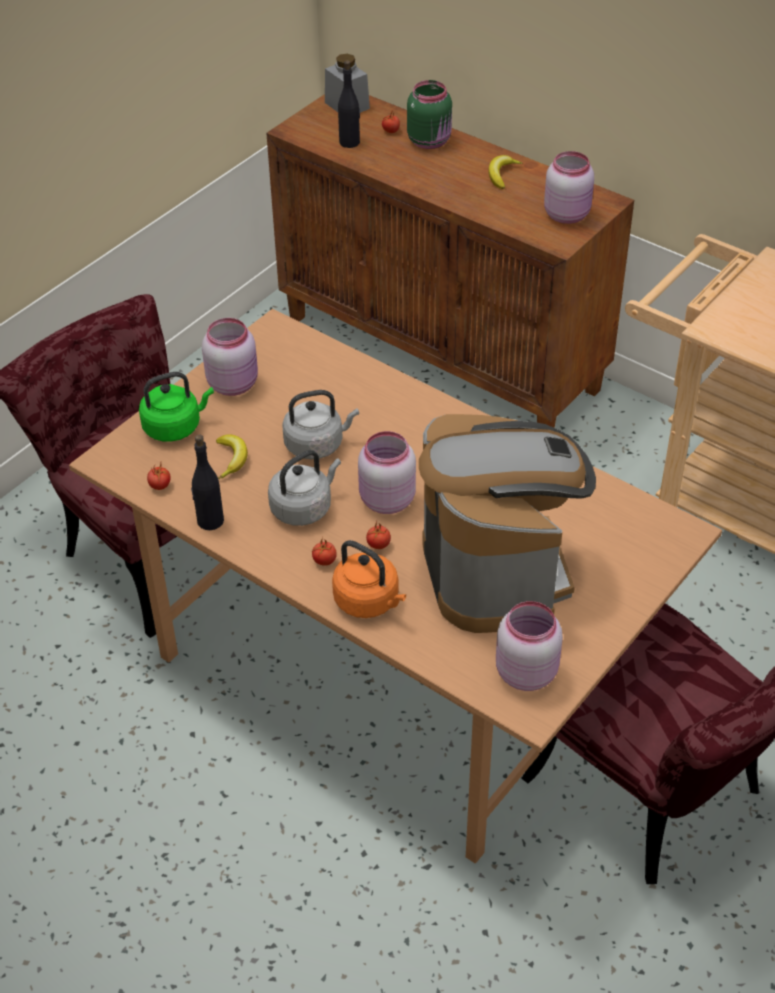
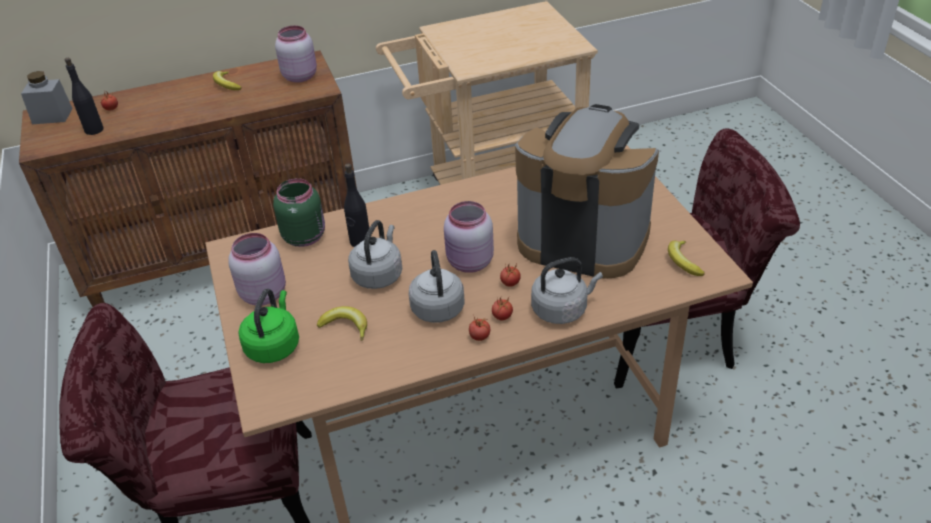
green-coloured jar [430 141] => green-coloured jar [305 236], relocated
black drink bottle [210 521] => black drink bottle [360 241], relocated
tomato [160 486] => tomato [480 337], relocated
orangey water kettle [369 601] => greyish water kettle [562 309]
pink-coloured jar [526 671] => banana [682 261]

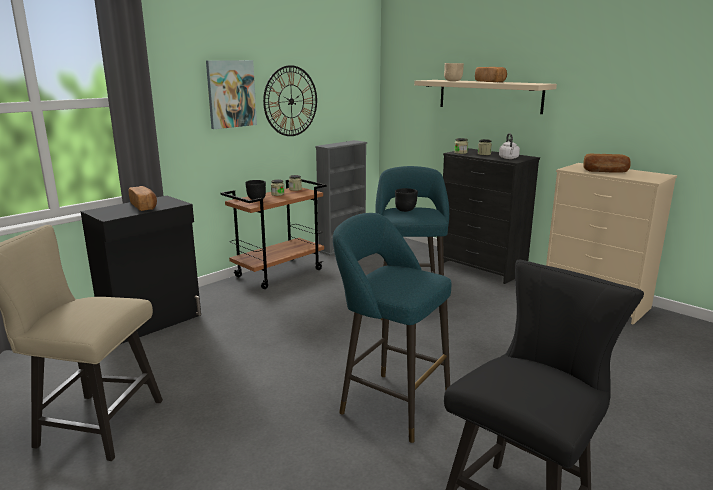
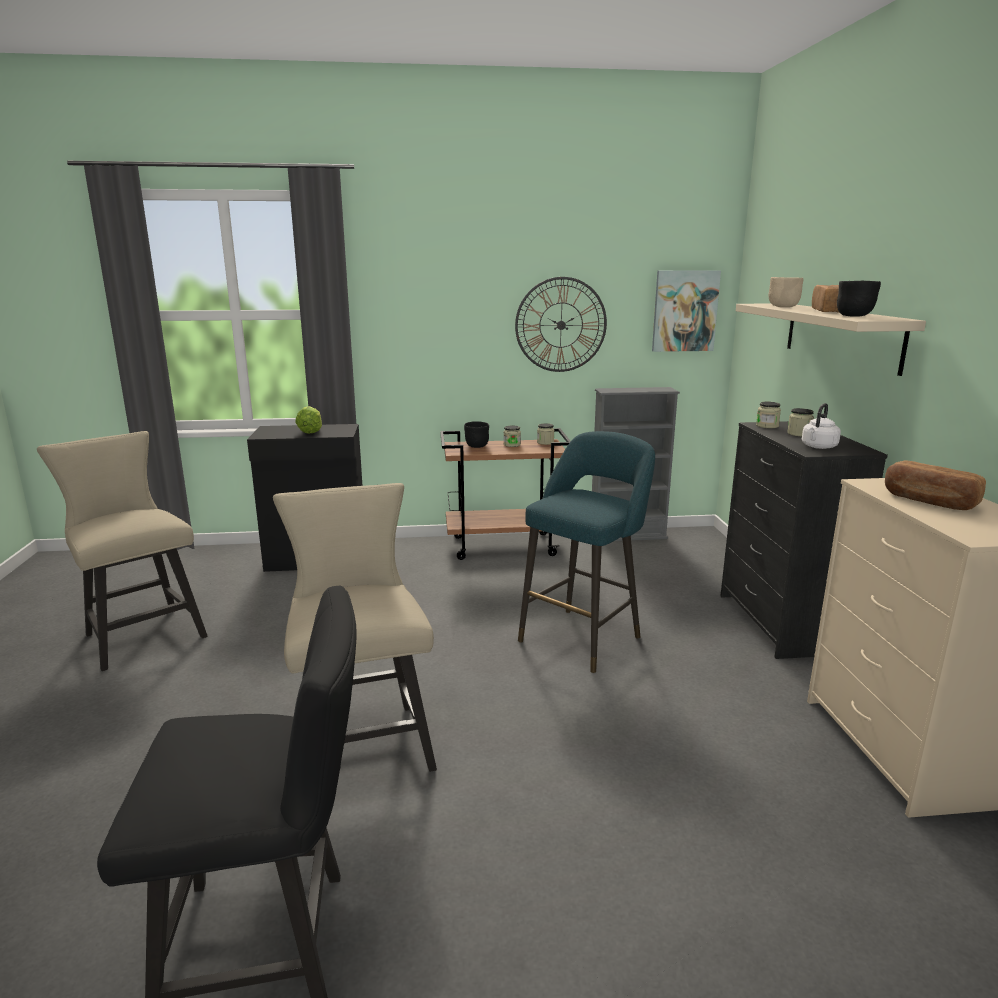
turquoise sitting stool [390 403] => sand-coloured upright chair [362 740]
bread [144 206] => lettuce [311 431]
wall art [231 94] => wall art [684 311], relocated
black deep dish [405 210] => black deep dish [855 316], relocated

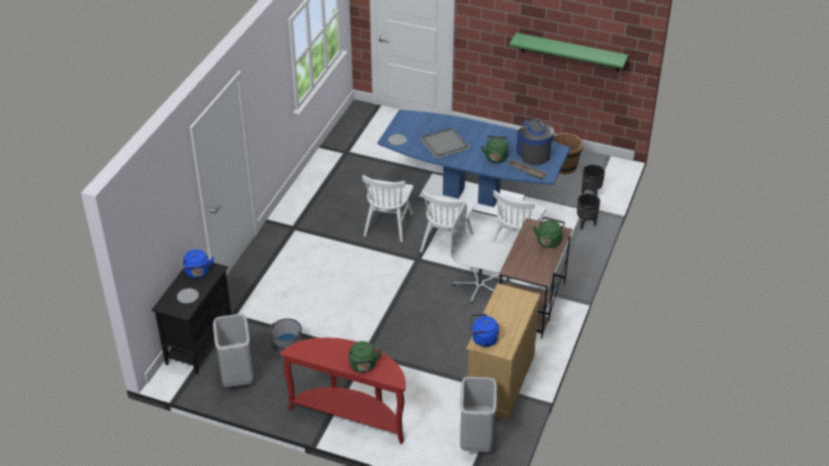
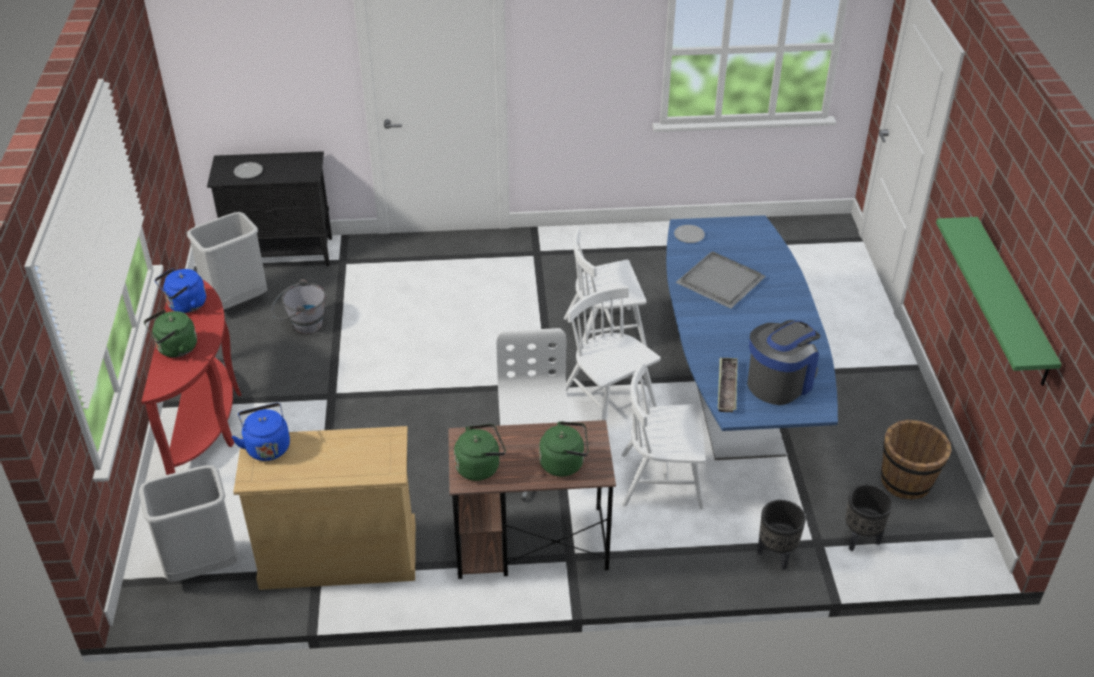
blue-coloured water kettle [198 273] => blue-coloured water kettle [185 305], relocated
green-coloured water kettle [496 157] => green-coloured water kettle [480 466], relocated
white-coloured upright chair [446 242] => white-coloured upright chair [609 402], 60 degrees clockwise

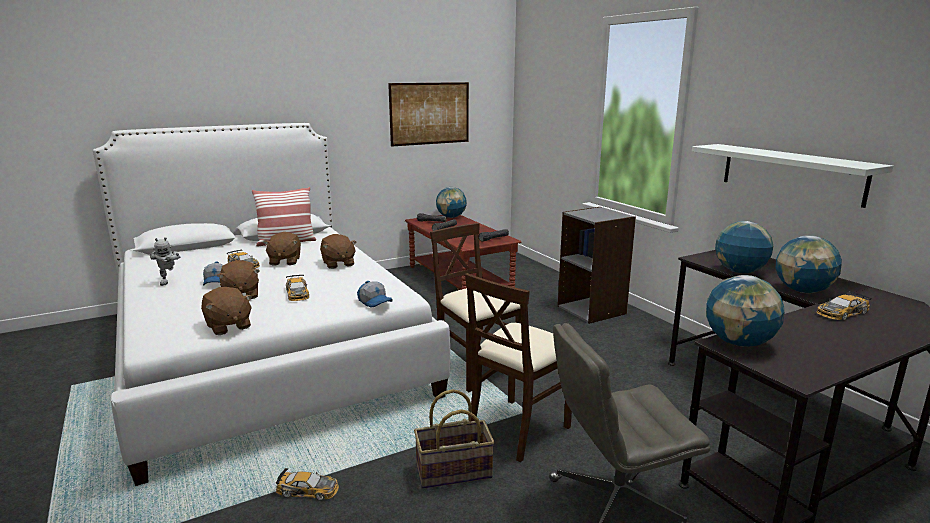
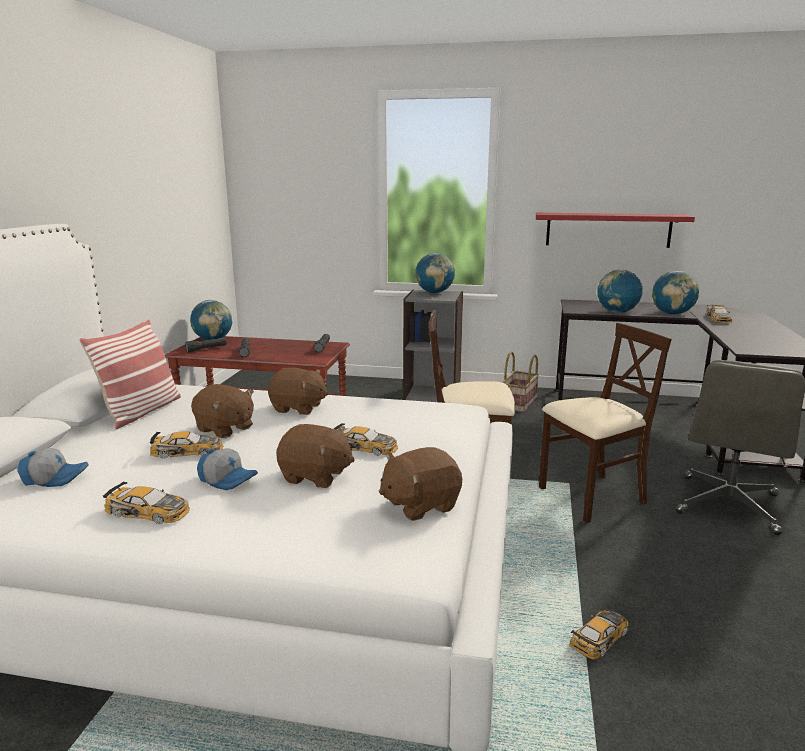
peaked cap [375 302] => peaked cap [55 478], relocated
model robot [168 281] => miniature car [148 512]
brownish plush toy [228 326] => brownish plush toy [420 505], 150 degrees clockwise
globe [739 343] => globe [434 292], relocated
household basket [453 472] => household basket [519 404], relocated
white-coloured wall shelf [791 173] => red wall shelf [608 230]
sand-coloured upright chair [518 429] => sand-coloured upright chair [591 497], 105 degrees counterclockwise
wall art [430 113] => nothing

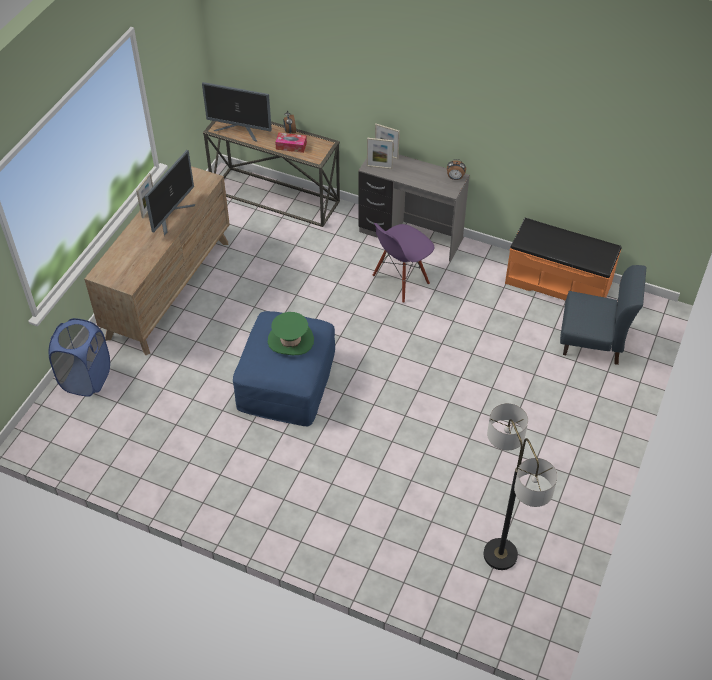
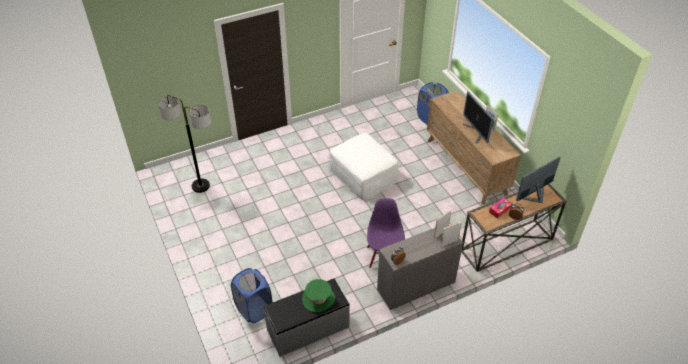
blue-coloured upright chair [592 341] => blue-coloured washing basket [254 309]
orangey indoor bench [558 283] => greyish indoor bench [308 329]
green-coloured clothing hat [290 340] => green-coloured clothing hat [318 299], relocated
blue-coloured pouffe [286 381] => white-coloured pouffe [363 175]

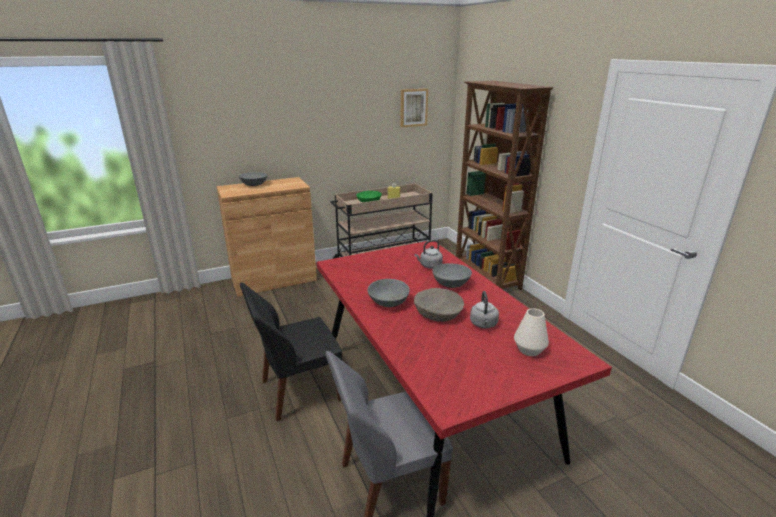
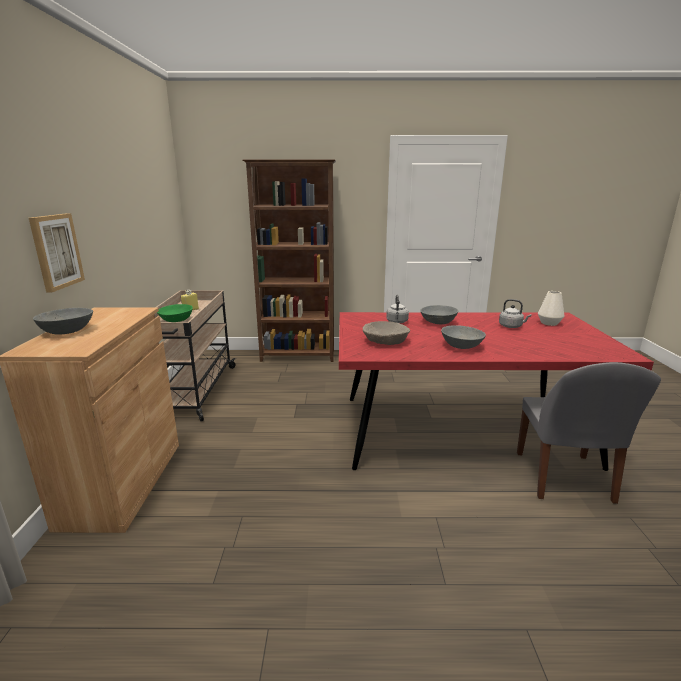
wall art [413 107] => wall art [56 251], relocated
sand-coloured deep dish [438 312] => sand-coloured deep dish [385 341], relocated
black upright chair [298 391] => nothing

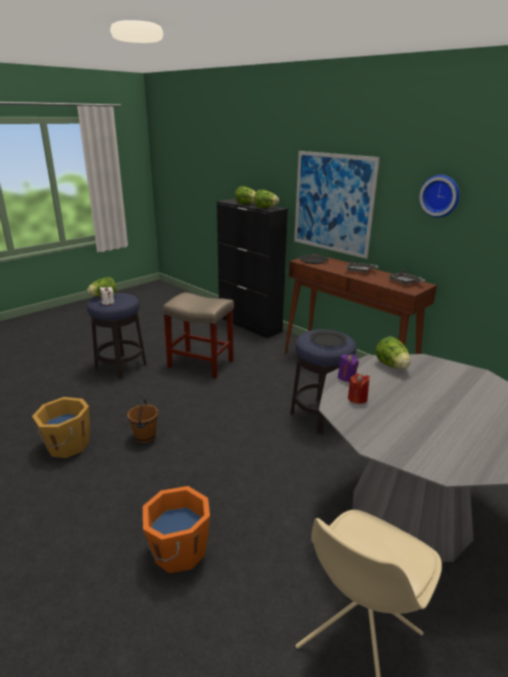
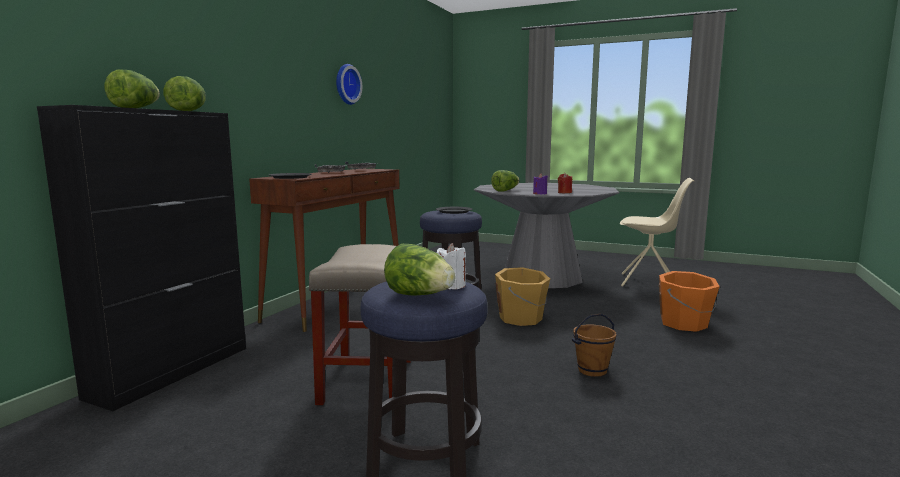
orangey water bucket [67 445] => orangey water bucket [521 318], relocated
wall art [333 203] => nothing

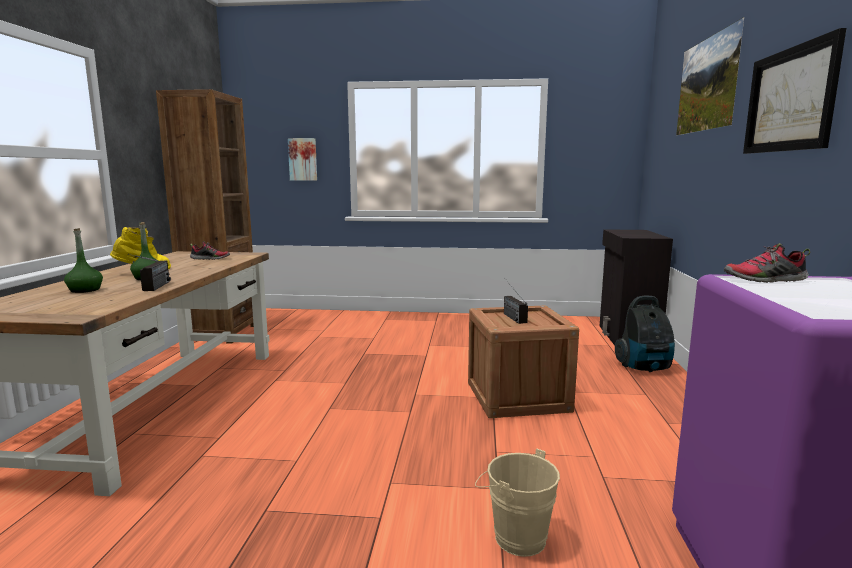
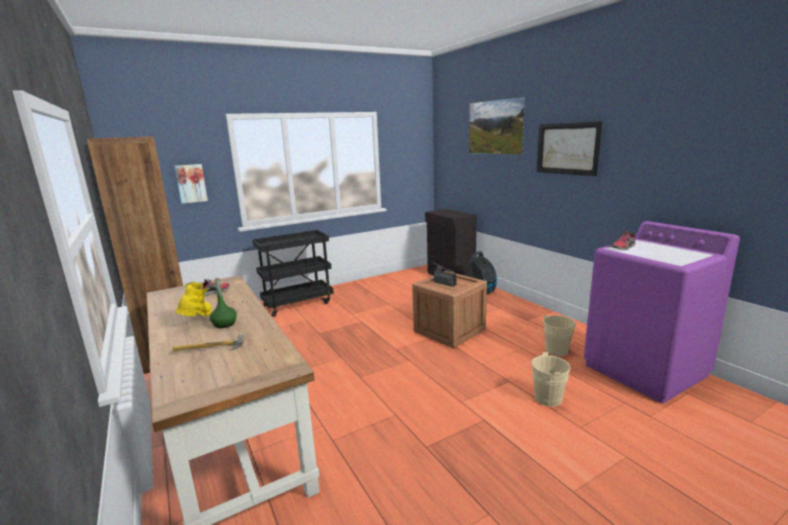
green-coloured drink bottle [85 290] => hand hammer [210 350]
nothing => black trolley [298 304]
nothing => sand-coloured water bucket [555 351]
radio receiver [153 288] => nothing

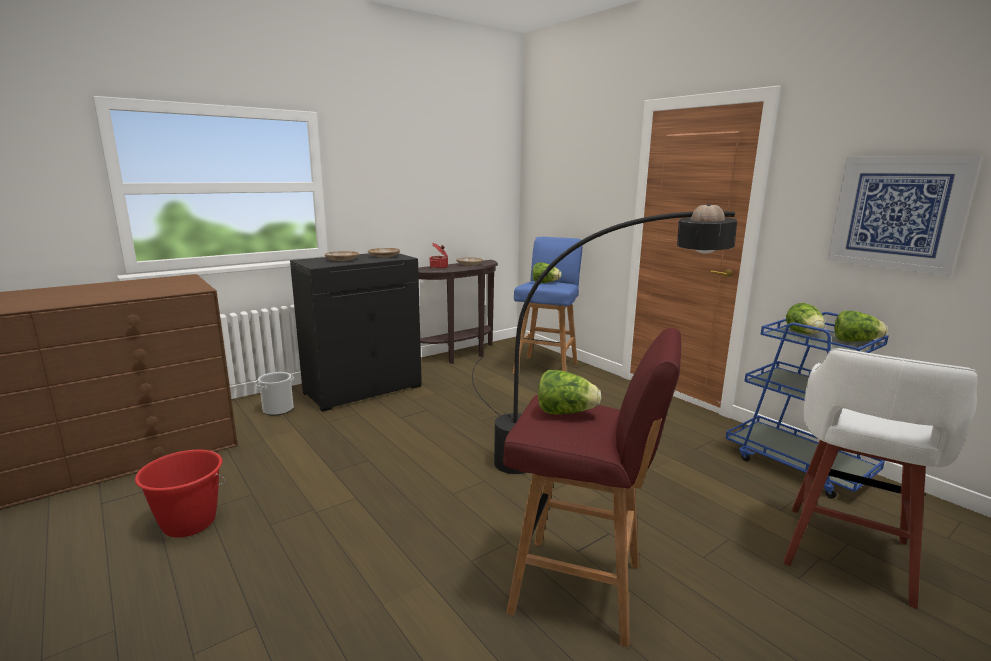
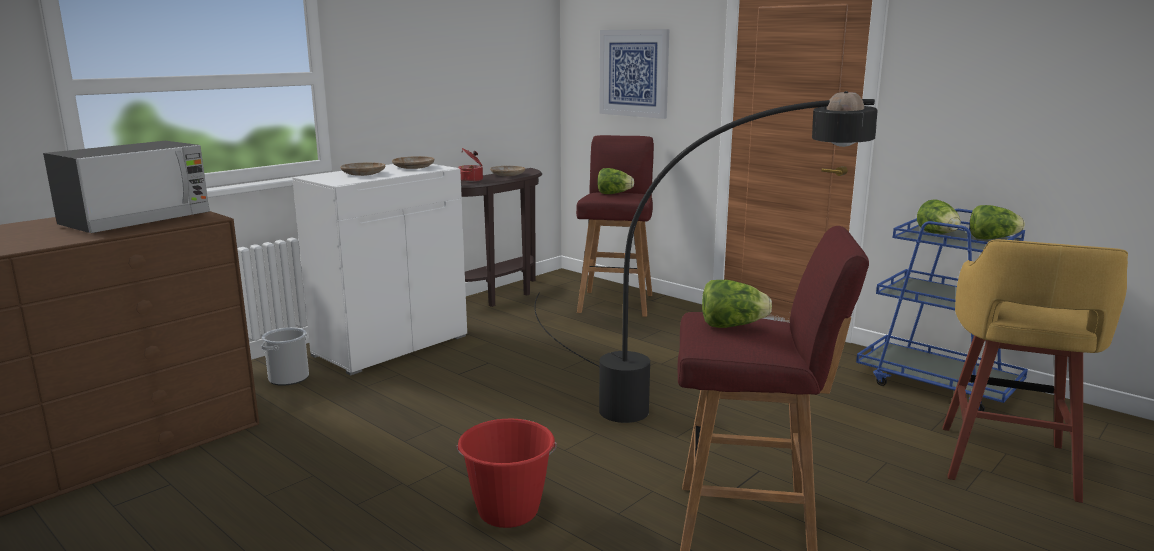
nothing => kitchen microwave [137 220]
black cupboard [363 389] => white-coloured cupboard [391 345]
red water bucket [189 523] => red water bucket [508 511], relocated
blue-coloured sitting stool [546 367] => red sitting stool [616 302]
wall art [897 213] => wall art [634 73], relocated
white-coloured sitting stool [845 555] => yellowish sitting stool [1006 464]

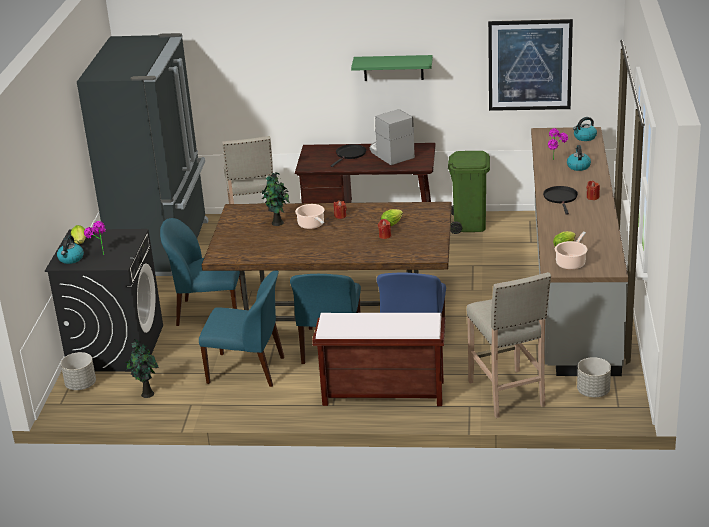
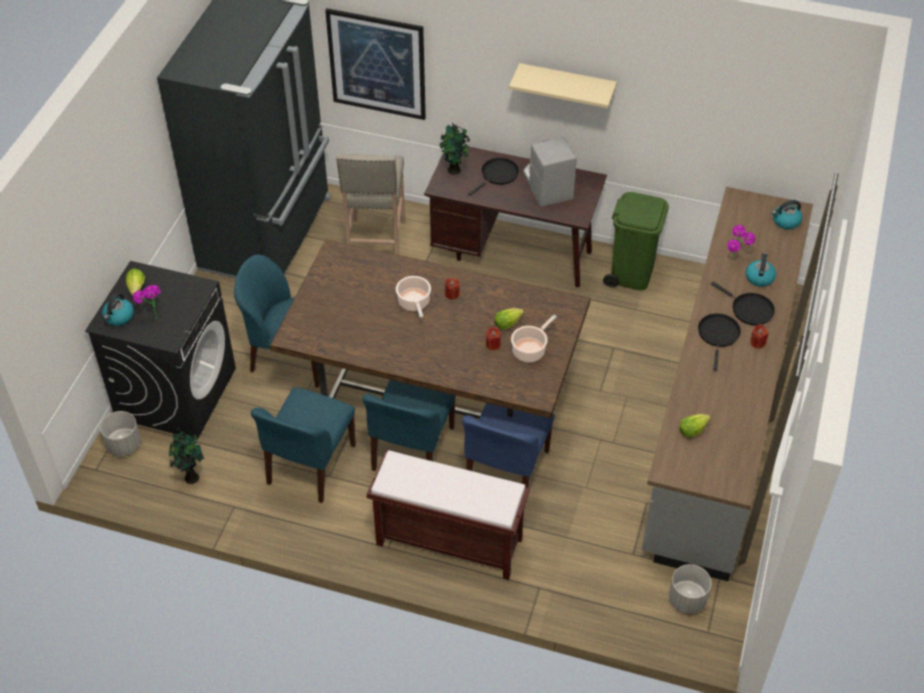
blue-coloured upright chair [248 370] => blue-coloured upright chair [310 466], 90 degrees clockwise
wall art [529 65] => wall art [377 64], relocated
plant in a pot [278 223] => plant in a pot [454 171], relocated
green-coloured wall shelf [393 68] => sand-coloured wall shelf [566 85]
cooking pot [571 263] => cooking pot [530 350], relocated
nothing => black frying pan [749 309]
sand-coloured sitting stool [507 394] => nothing

